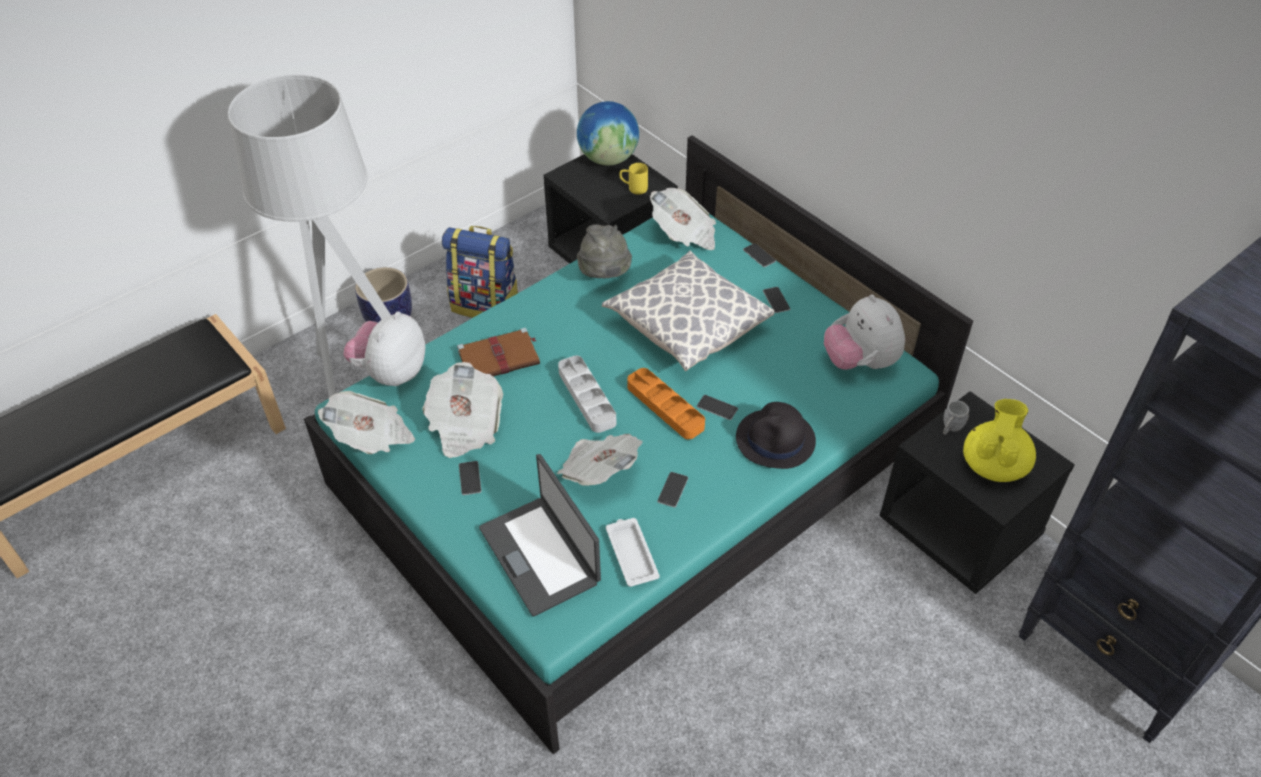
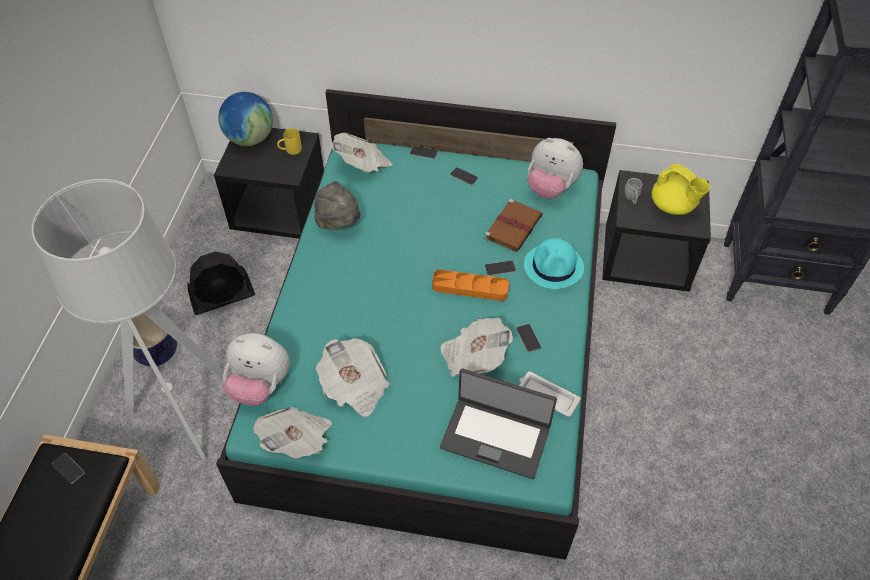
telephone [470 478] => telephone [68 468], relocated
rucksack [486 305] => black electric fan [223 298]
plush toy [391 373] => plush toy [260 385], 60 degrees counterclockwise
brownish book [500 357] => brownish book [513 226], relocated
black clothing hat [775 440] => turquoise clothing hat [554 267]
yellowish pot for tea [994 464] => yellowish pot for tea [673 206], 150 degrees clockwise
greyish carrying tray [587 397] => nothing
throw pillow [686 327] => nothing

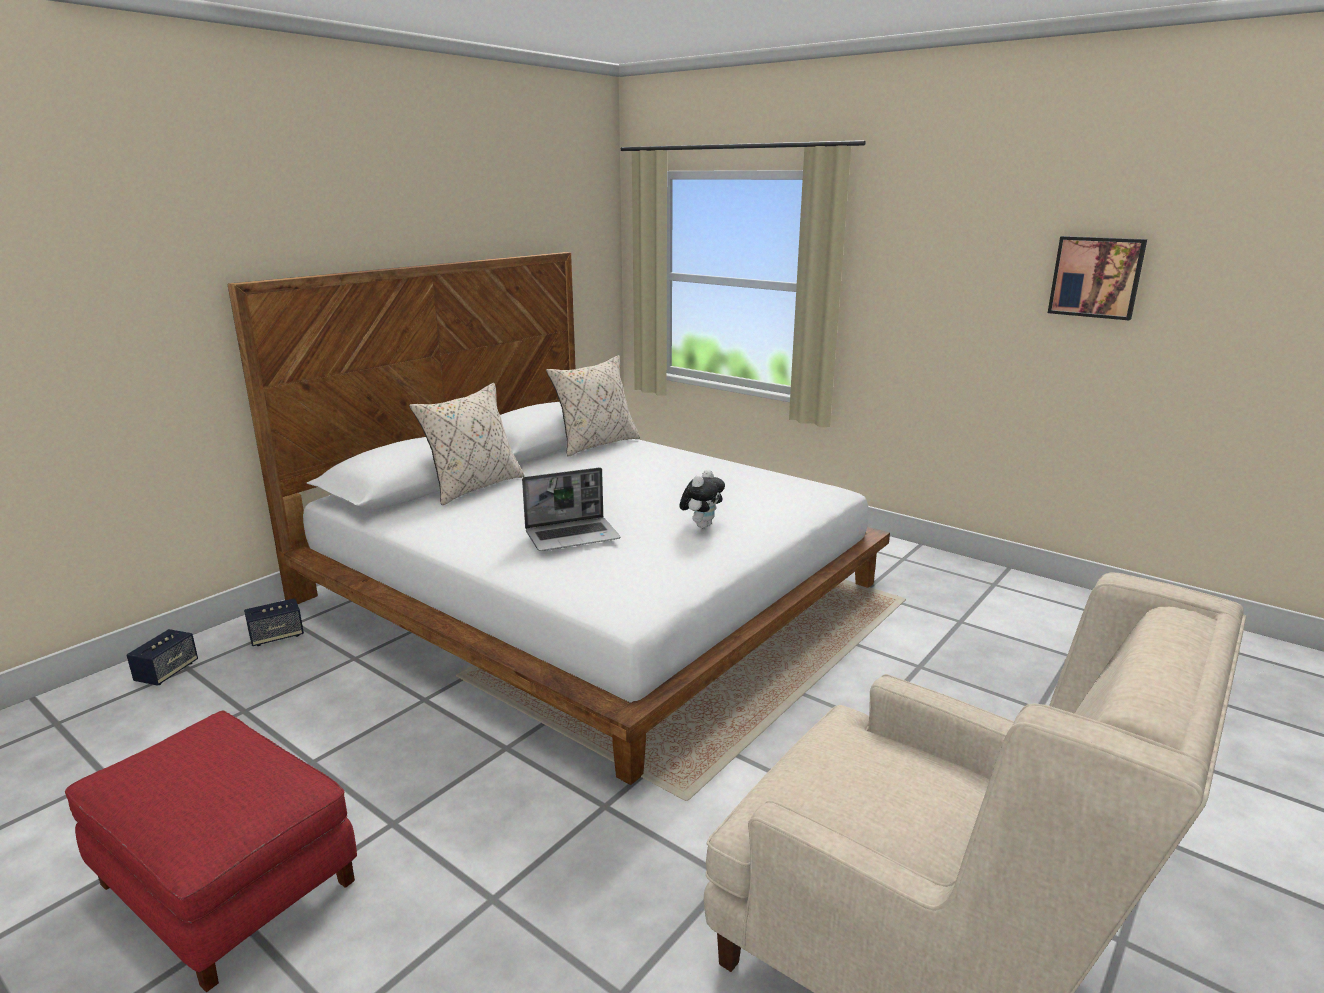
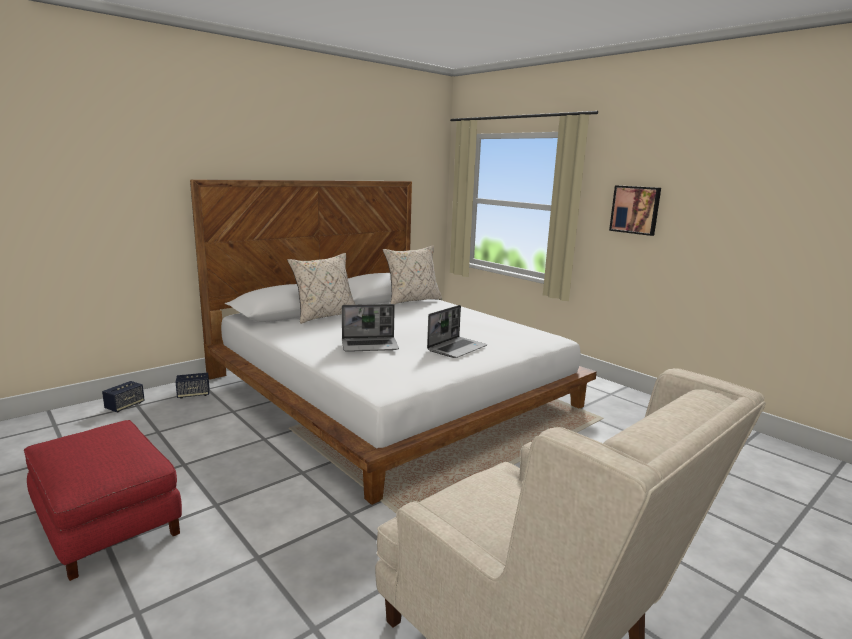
plush toy [701 525] => notebook computer [457 348]
wall art [1096 277] => wall art [635 209], relocated

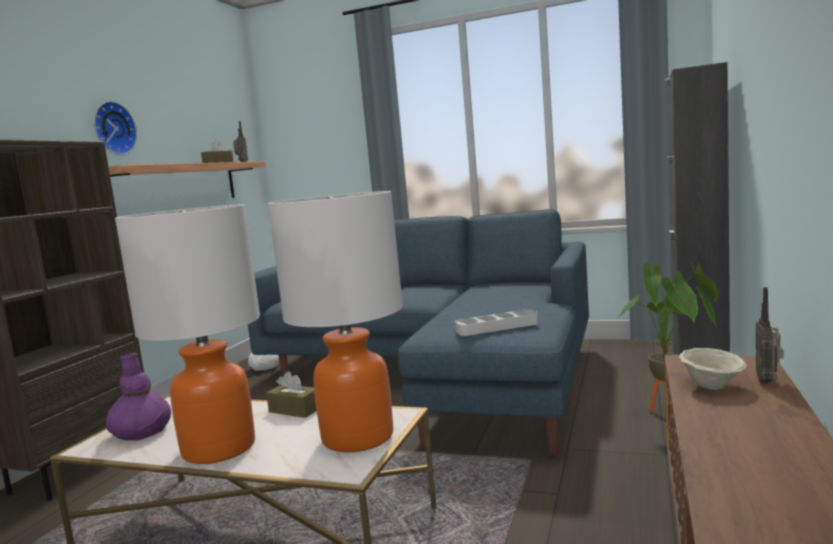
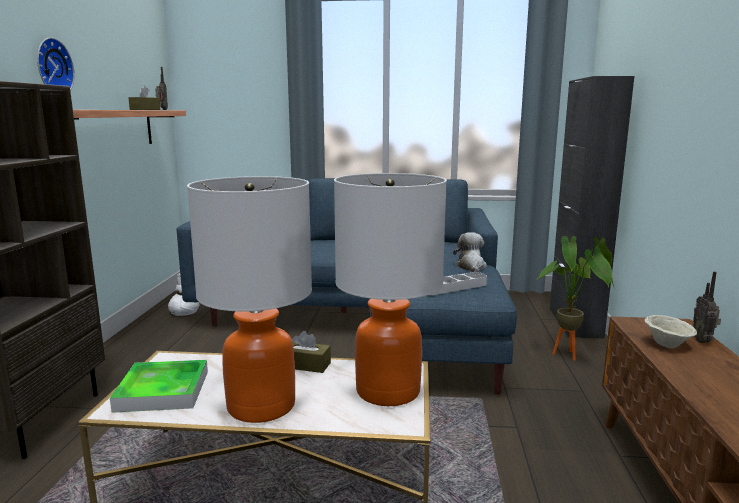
purplish flower vase [142 432] => carrying tray [163 391]
nothing => plush toy [471 267]

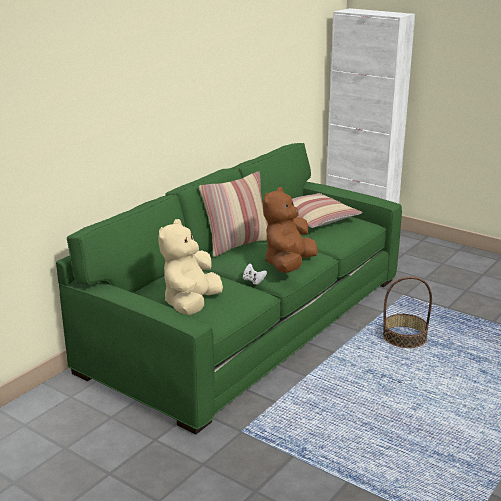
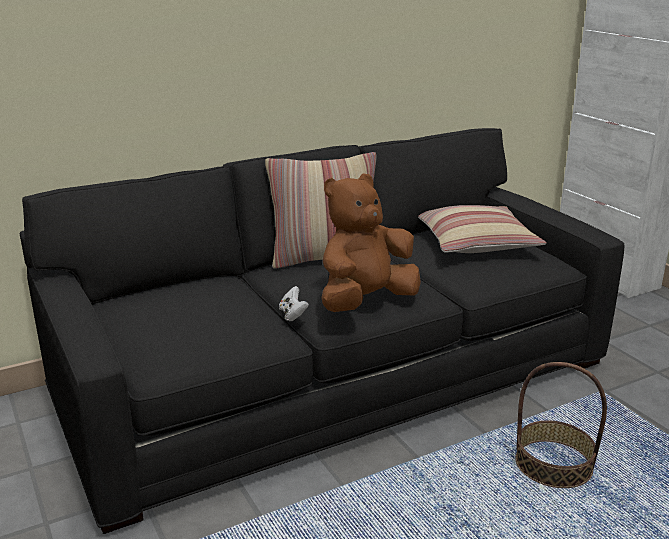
green-coloured sofa [250 321] => black sofa [335 376]
sand-coloured plush toy [191 305] => nothing

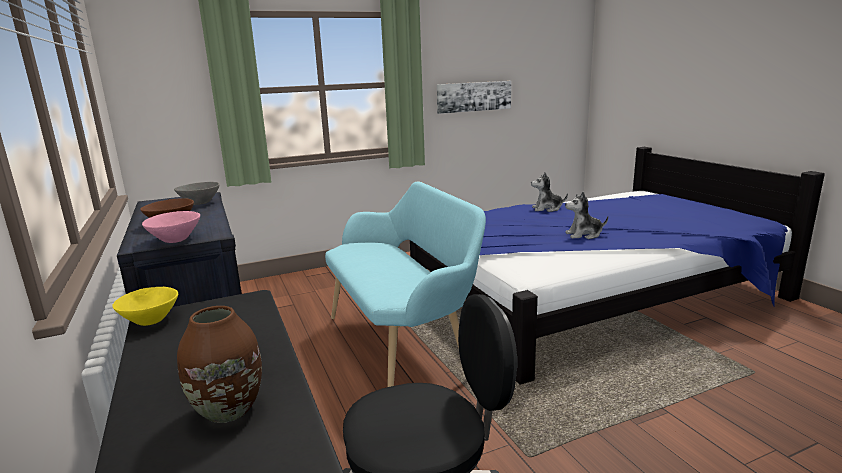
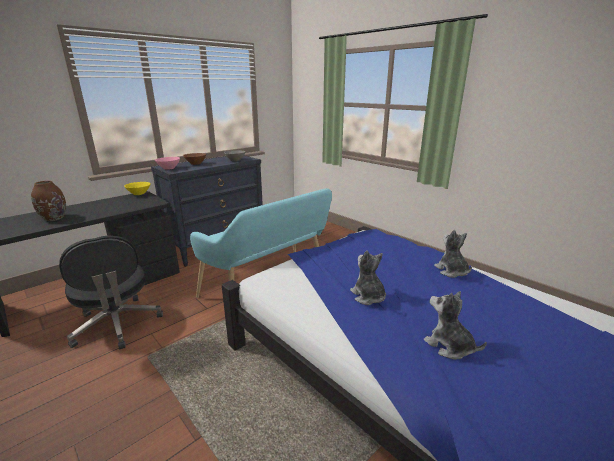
nothing => plush toy [448 346]
wall art [474 96] => nothing

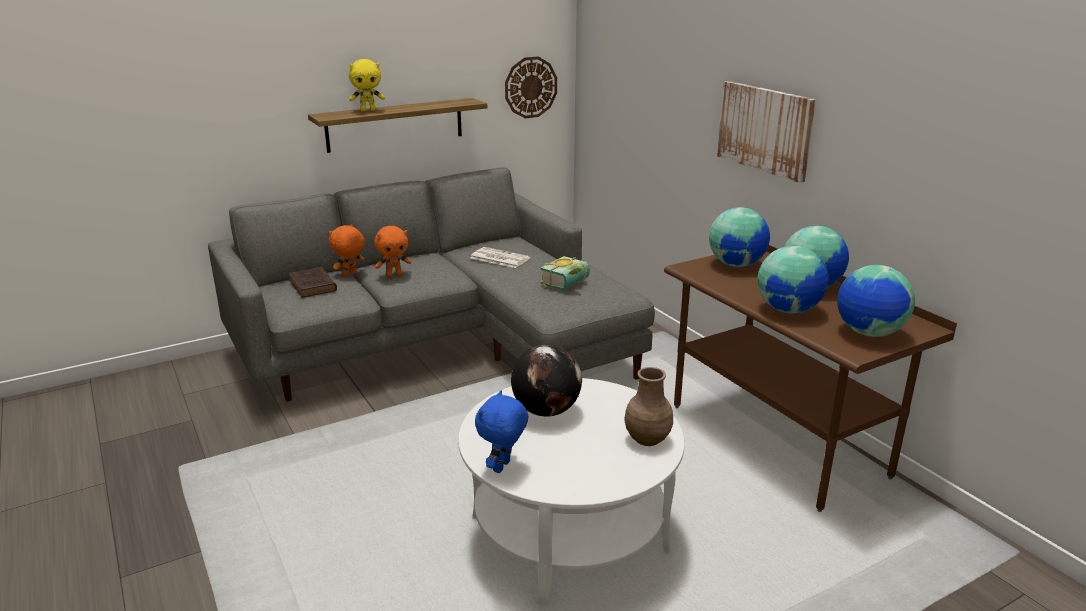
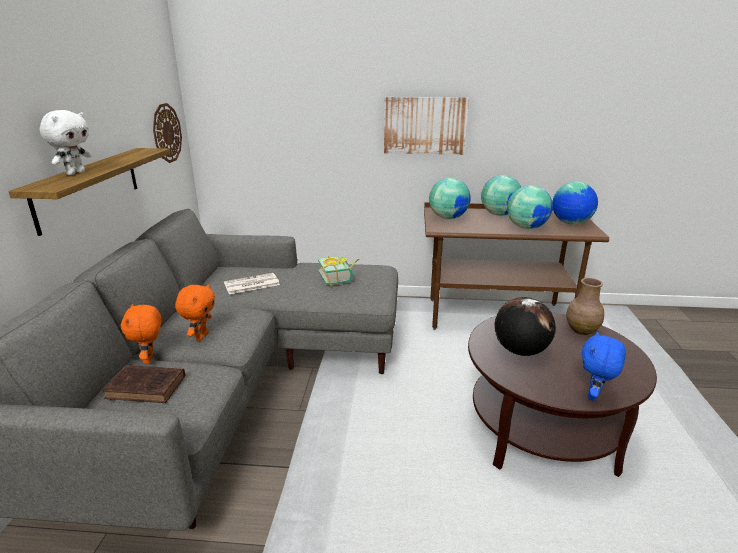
yellowish plush toy [368 110] => white-coloured plush toy [75 173]
white-coloured coffee table [569 532] => brownish coffee table [542 429]
blue-coloured plush toy [503 467] => blue-coloured plush toy [594 395], 60 degrees clockwise

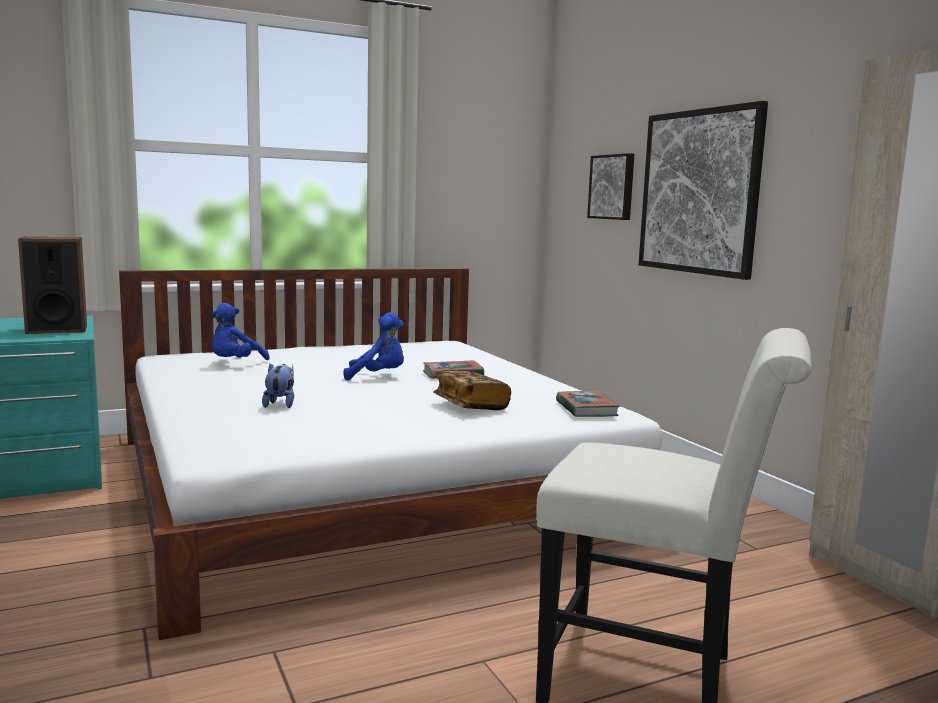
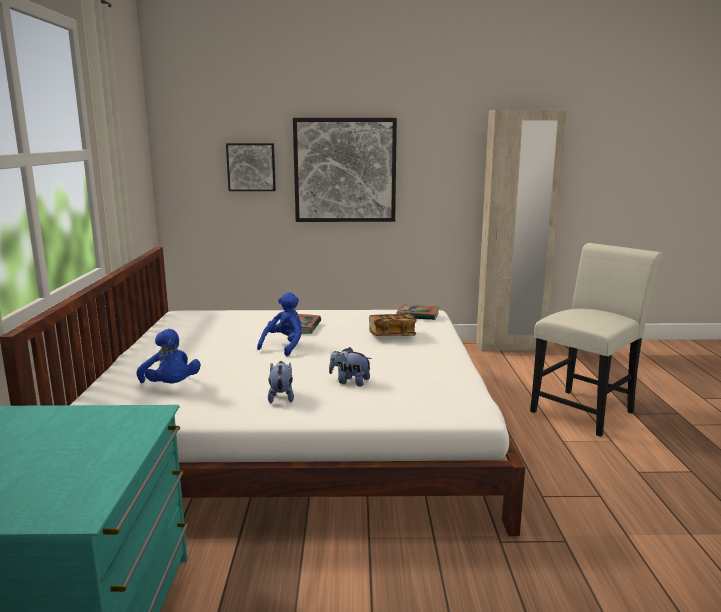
nothing => plush toy [281 397]
speaker [57 329] => nothing

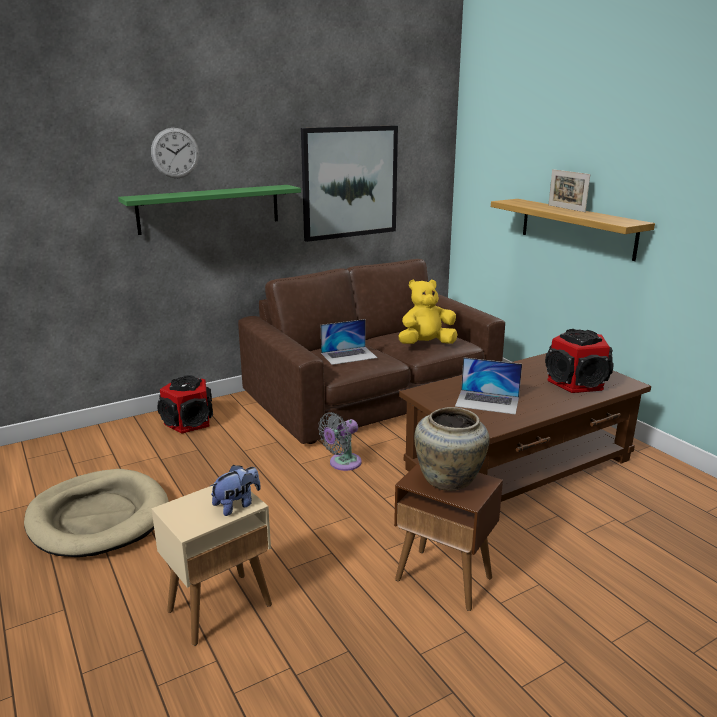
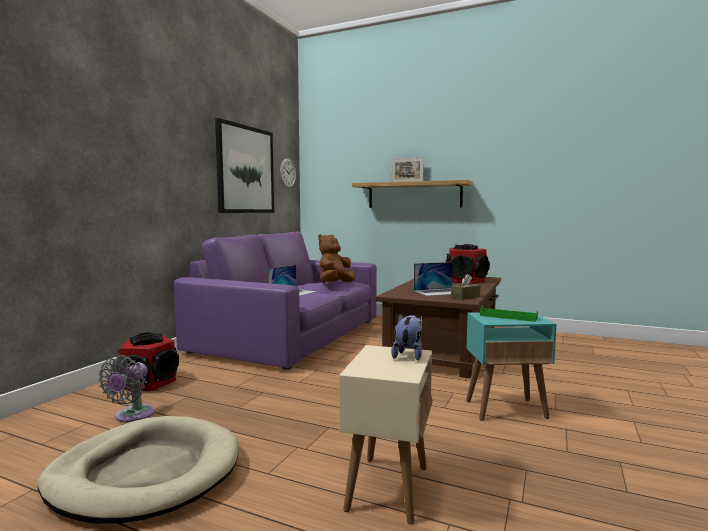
greyish electric fan [342 463] => greyish electric fan [132 416], relocated
brownish sofa [372 394] => purplish sofa [291 336]
clock on the wall [175 153] => clock on the wall [287 173], relocated
yellowish plush toy [426 344] => brownish plush toy [335 284]
nothing => brownish tissue holder [465 297]
brownish accent table [444 579] => turquoise accent table [506 409]
sand-coloured flower vase [450 480] => green-coloured carrying tray [508 317]
green-coloured wall shelf [209 209] => nothing

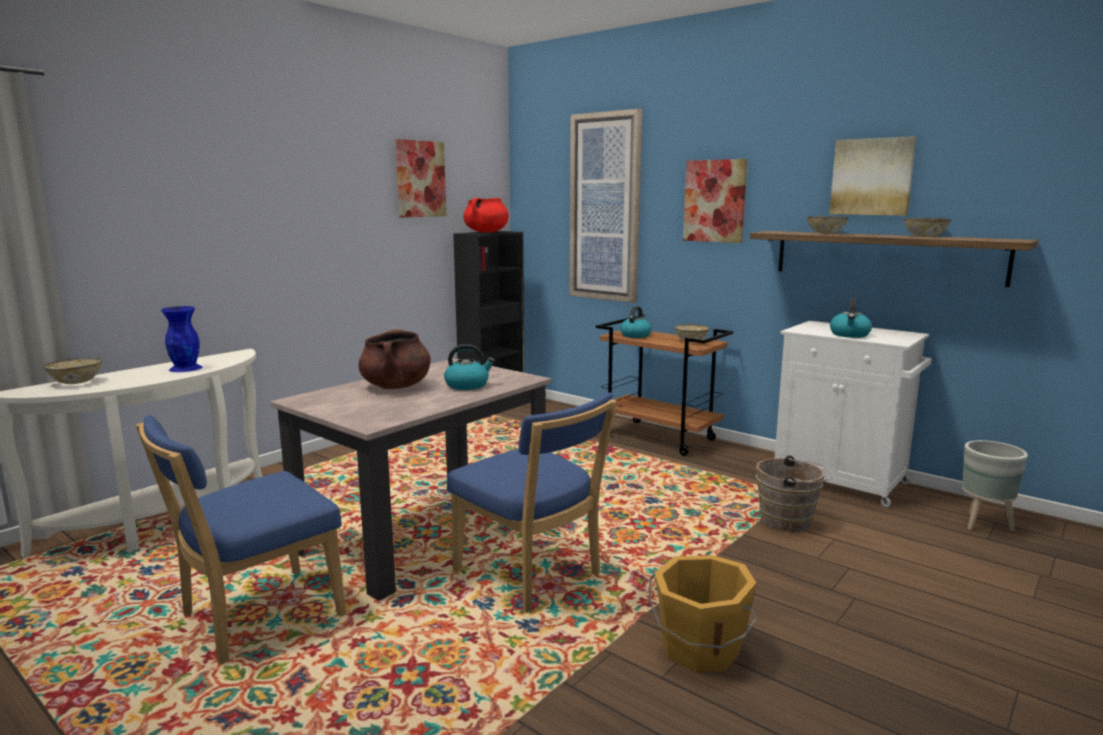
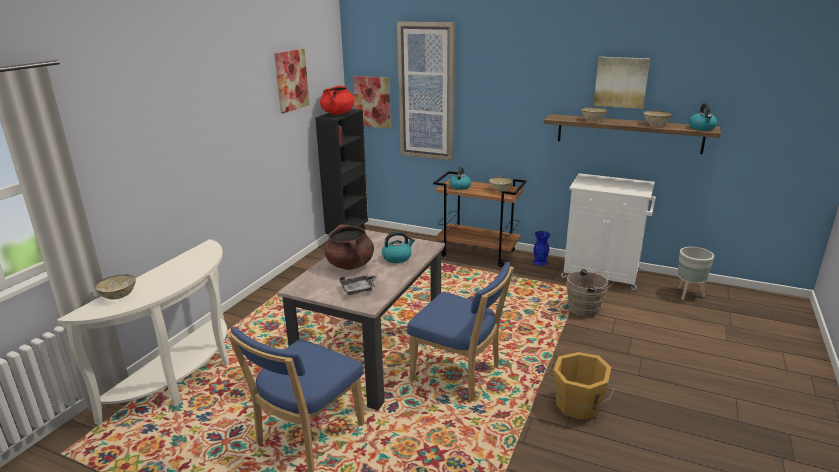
nothing => greyish carrying tray [359 289]
wall art [715 201] => wall art [372 102], relocated
blue-coloured flower vase [186 368] => blue-coloured flower vase [540 261], relocated
water kettle [850 335] => water kettle [702 128], relocated

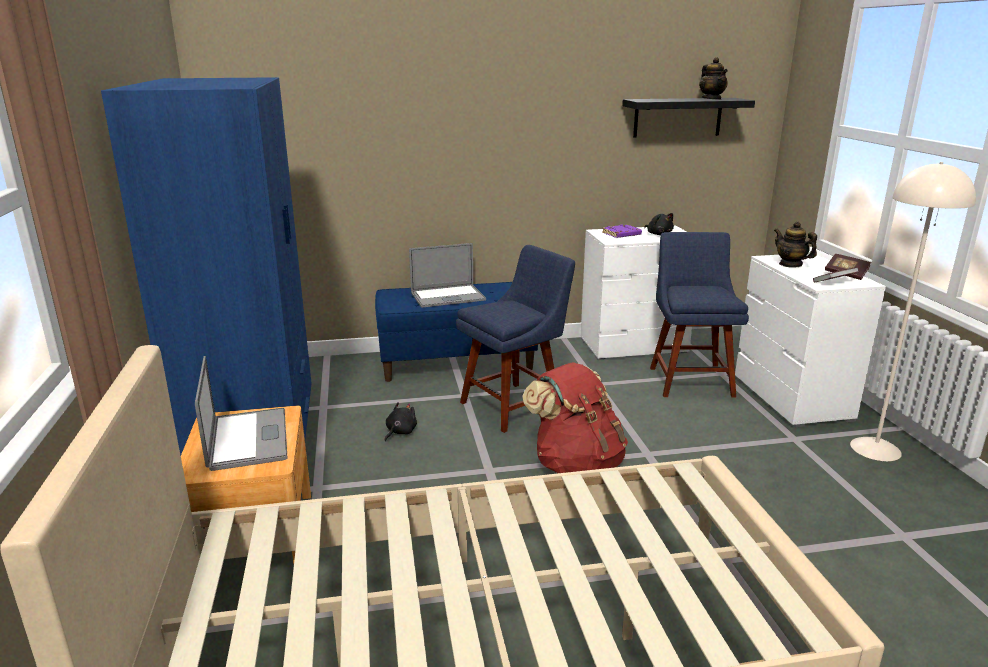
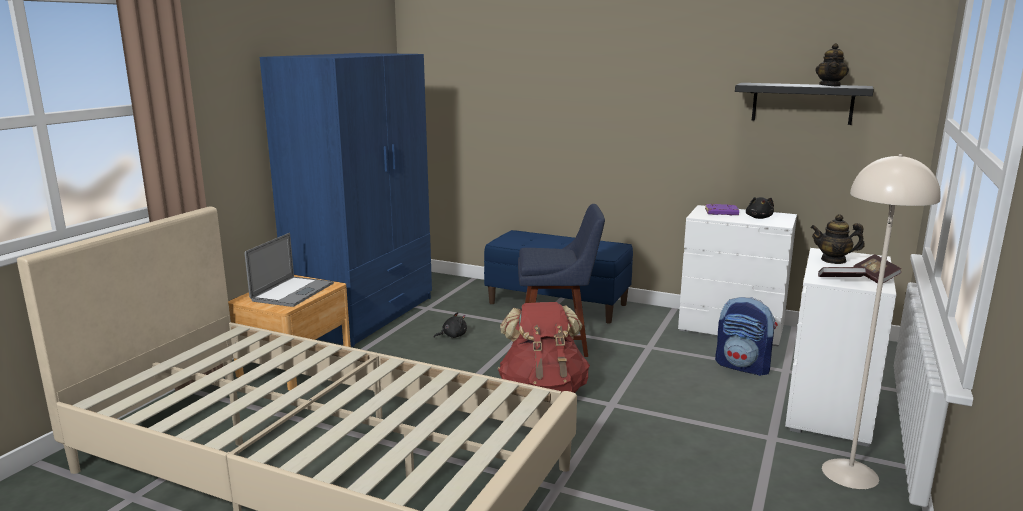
blue-coloured upright chair [690 379] => rucksack [743 366]
pot for tea [790 264] => pot for tea [833 260], 75 degrees counterclockwise
notebook computer [448 296] => nothing

